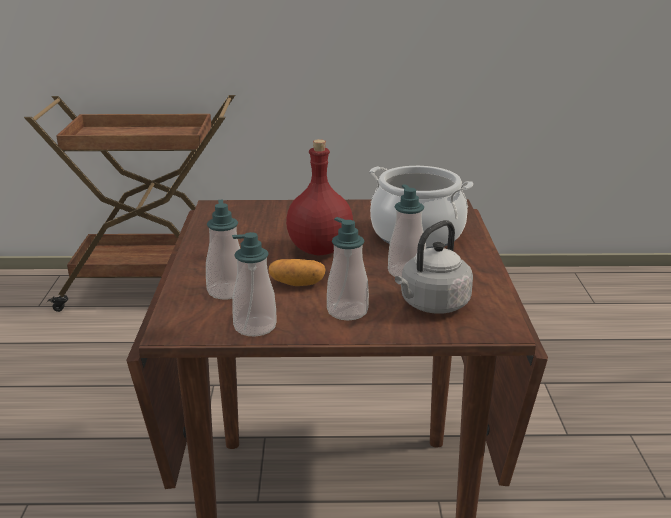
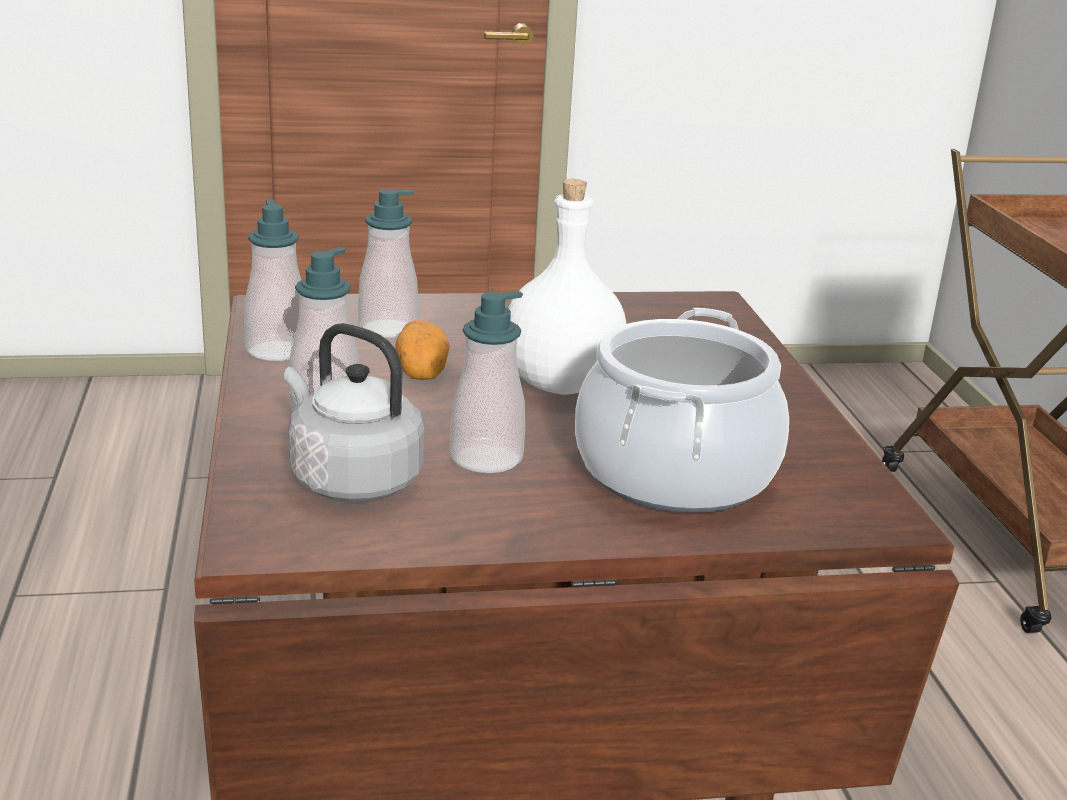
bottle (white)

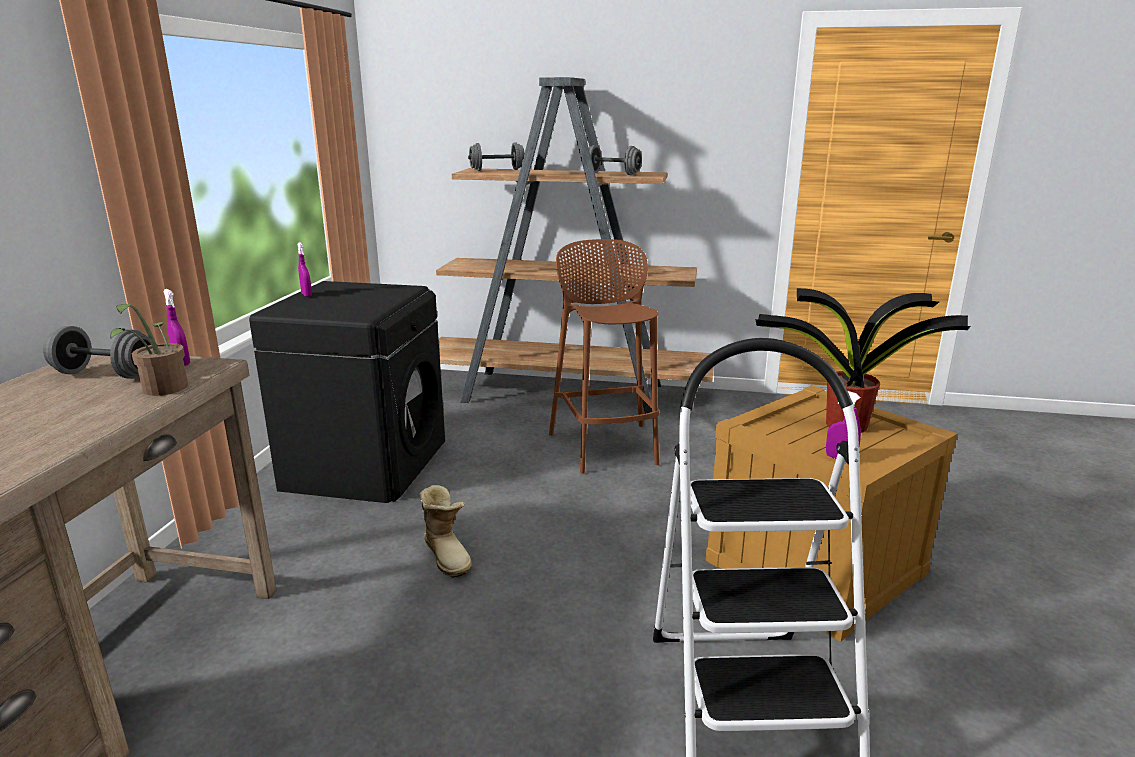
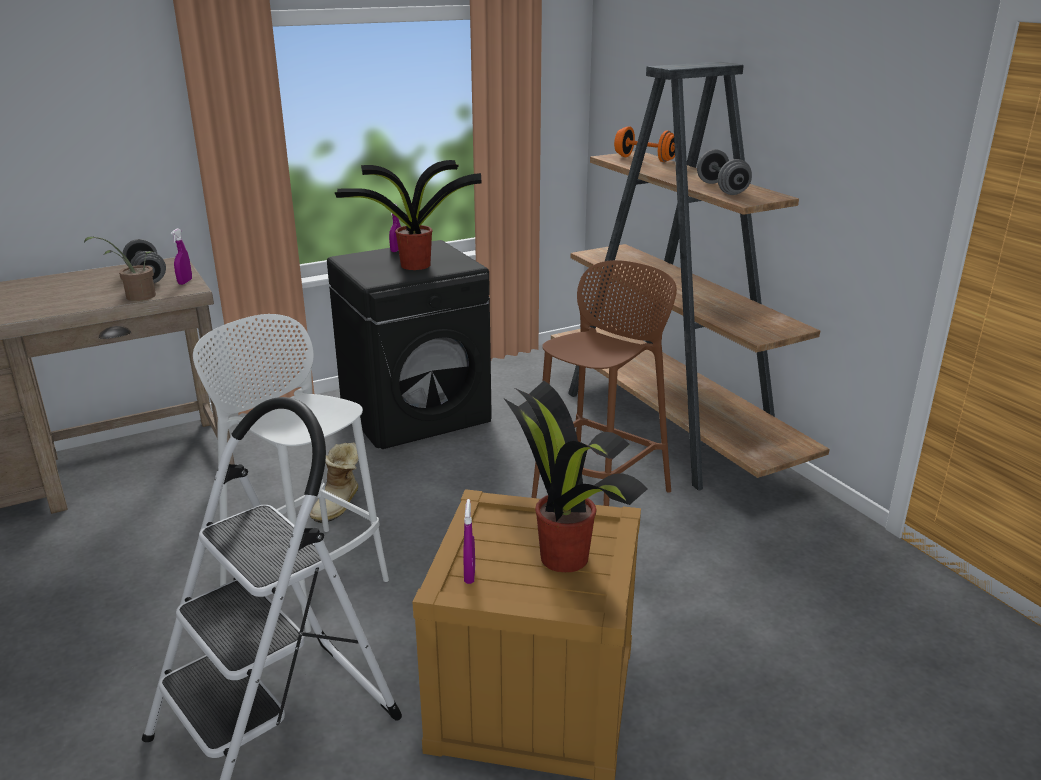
stool (white); potted plant (2nd from left); dumbbell (orange)

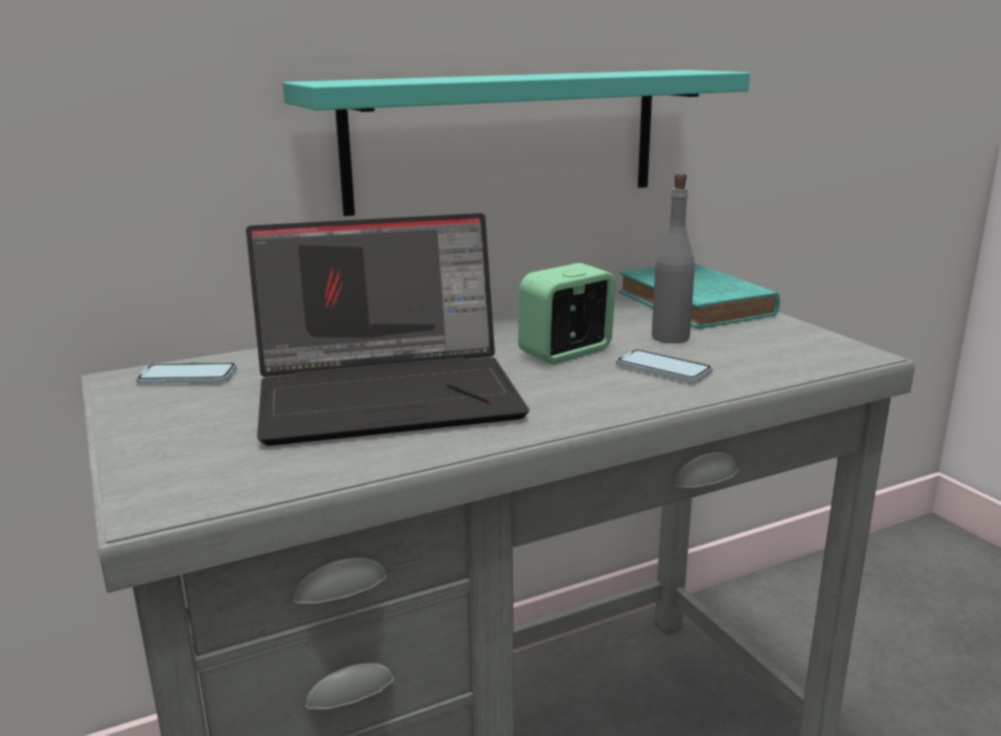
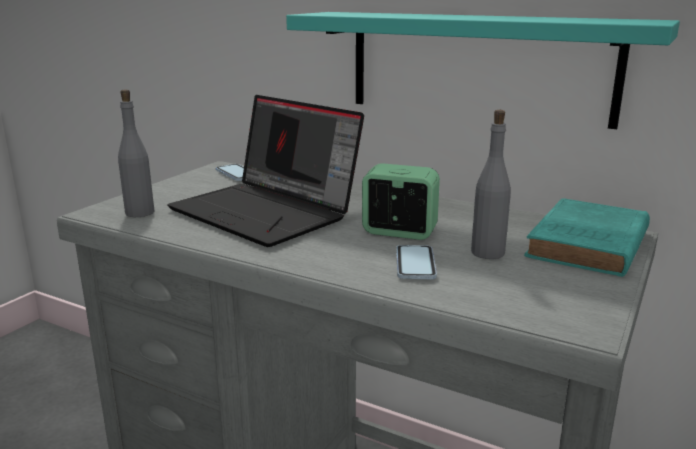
bottle (grey) (1st from left)

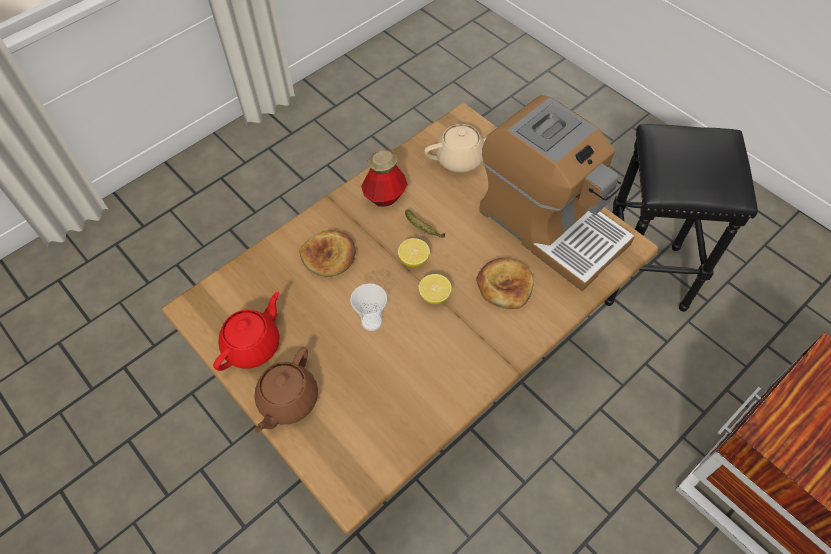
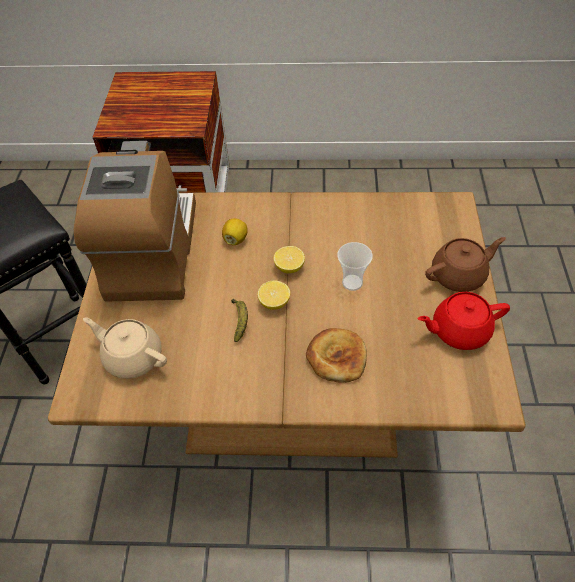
bottle; lemon (1st from left)

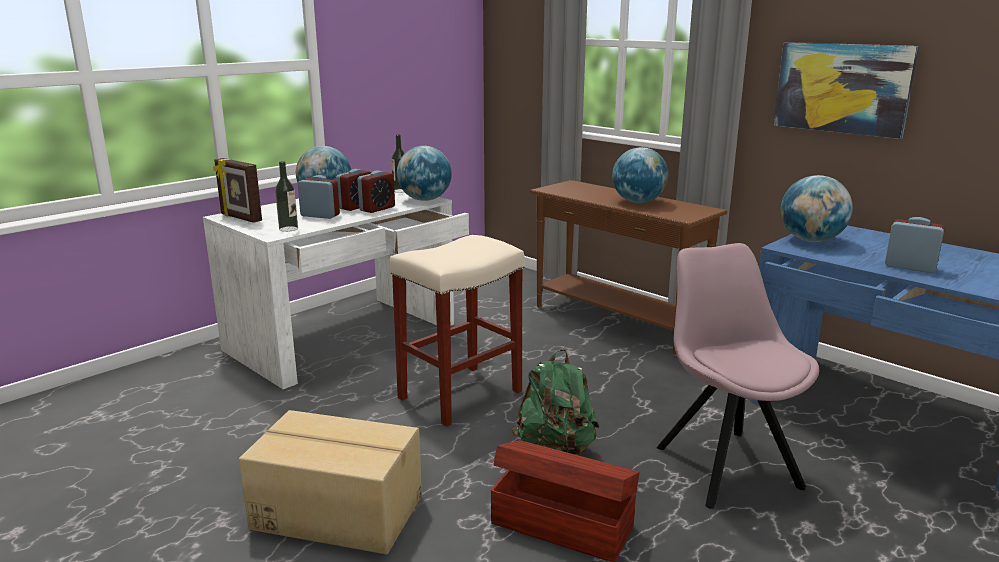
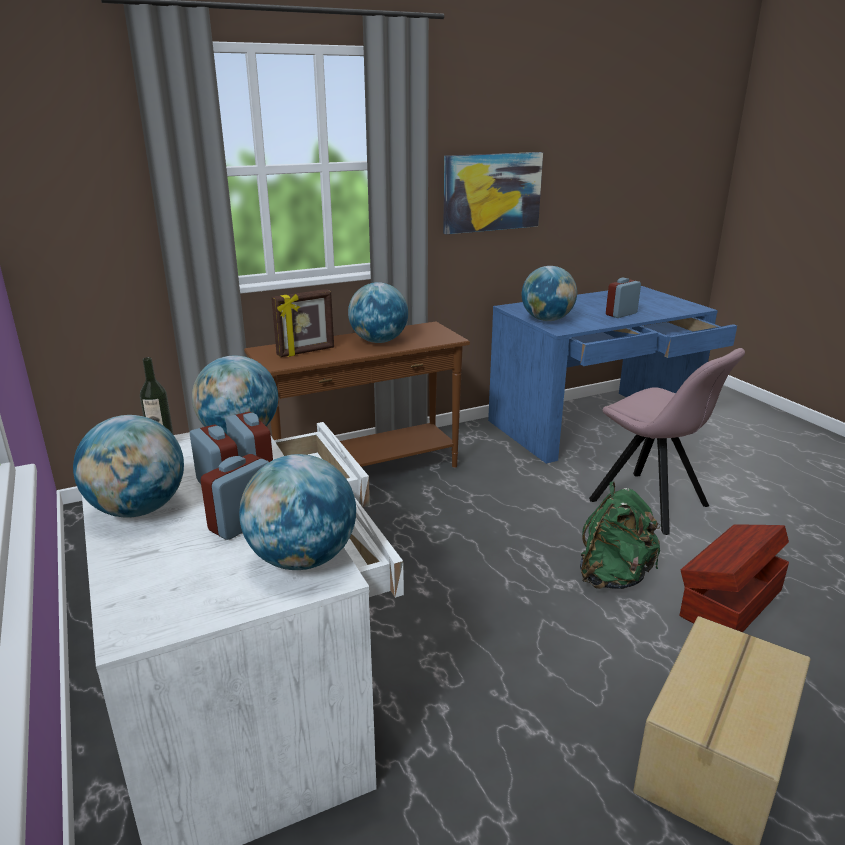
stool (beige); picture frame; globe (3rd from left); chair (pink)

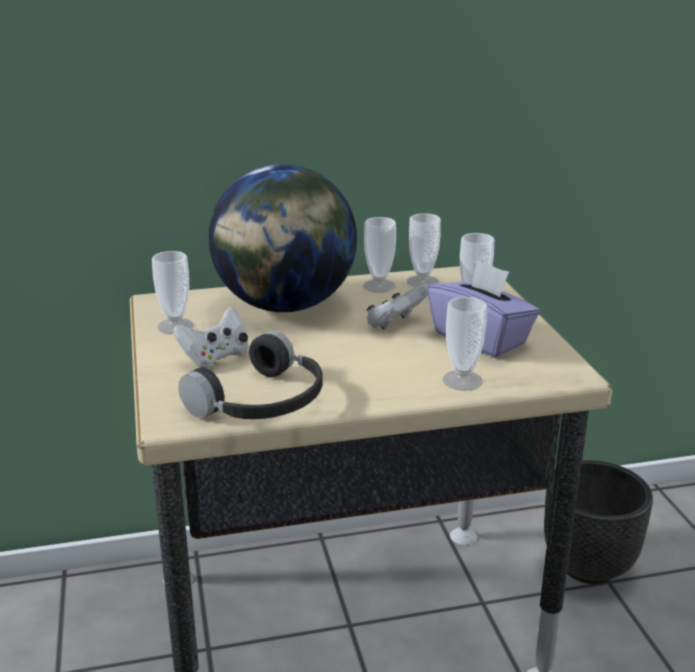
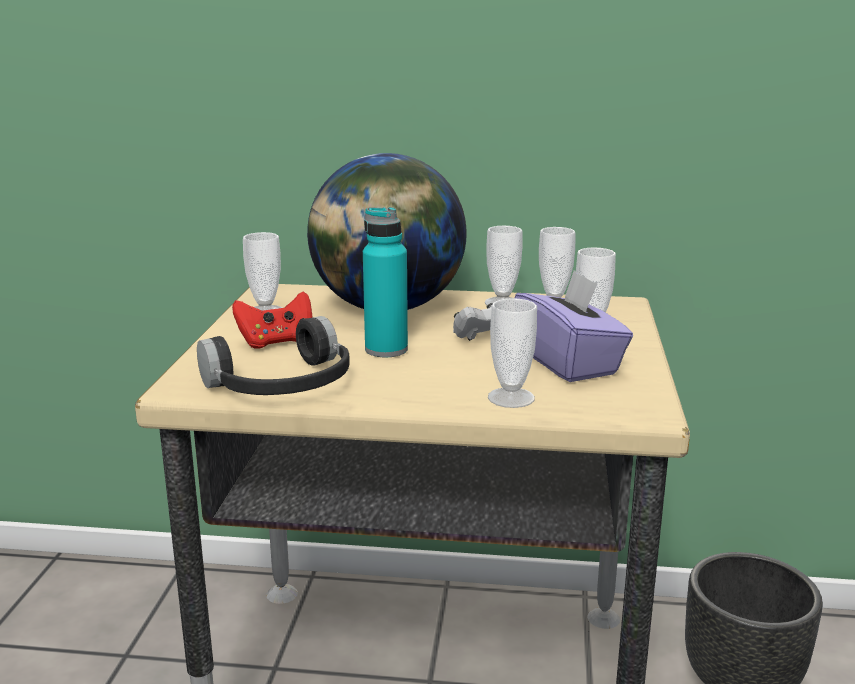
bottle (turquoise); game controller (red)

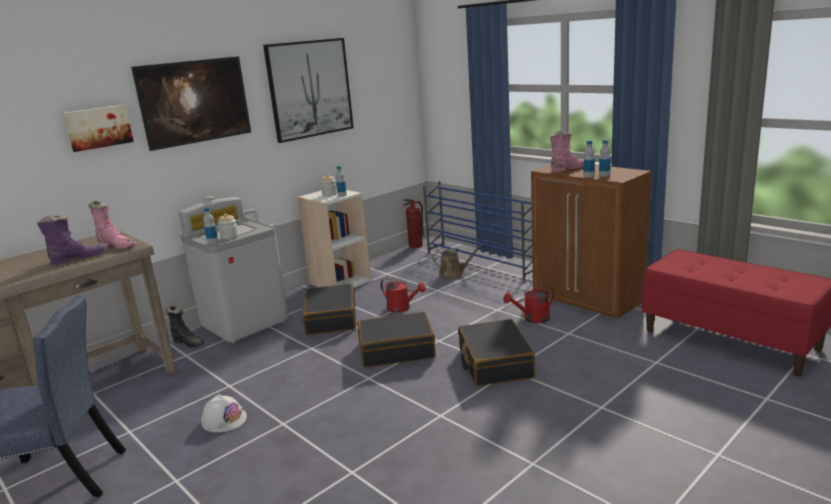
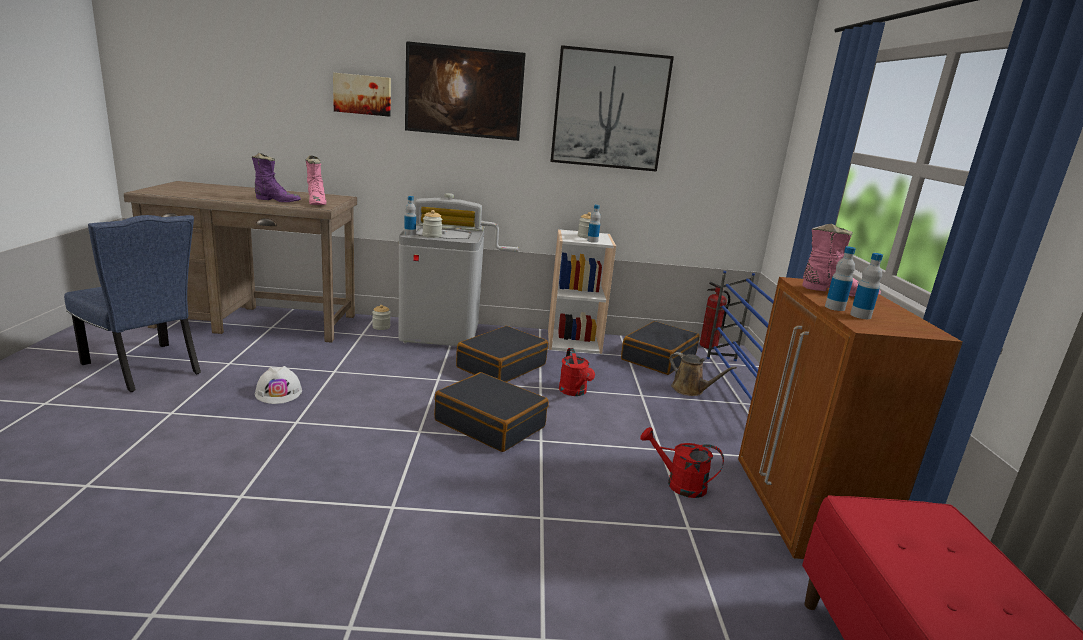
suitcase (black) (3rd from left); jar (1st from left)

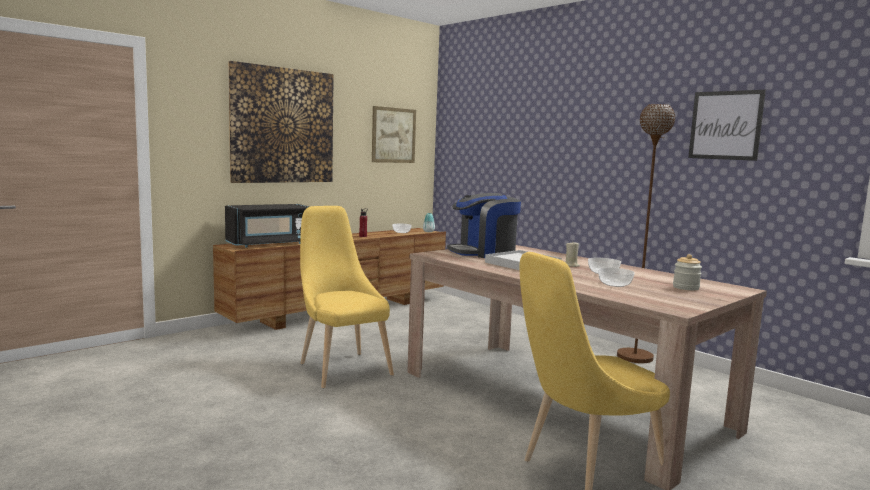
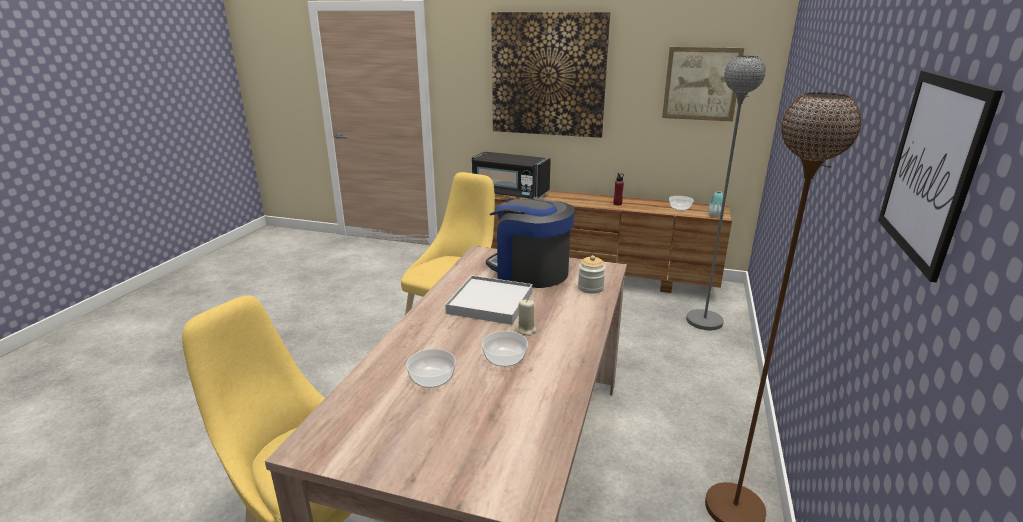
floor lamp (grey); jar

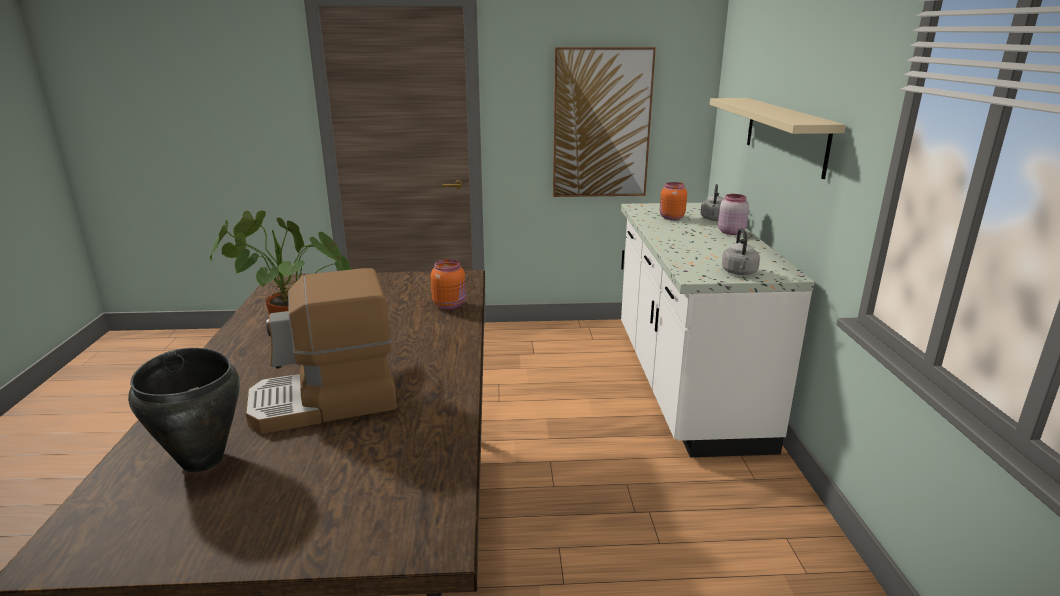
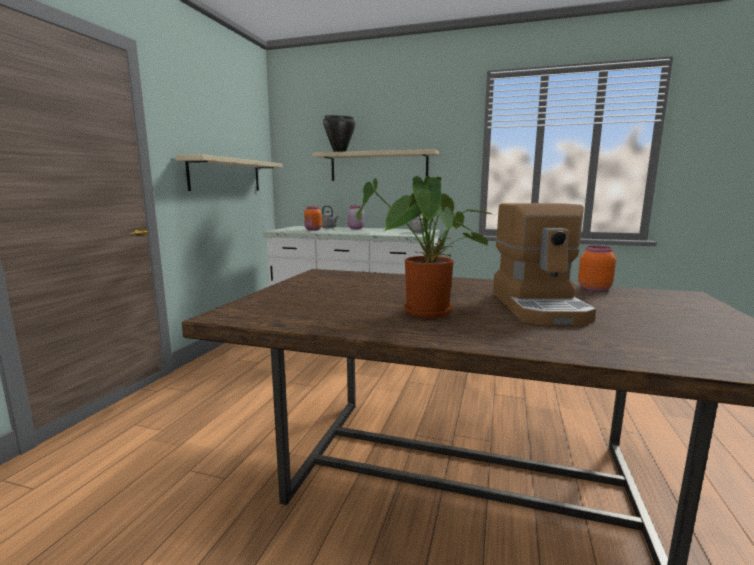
cooking pot (black); jar (orange) (2nd from left); shelf (beige) (1st from left)

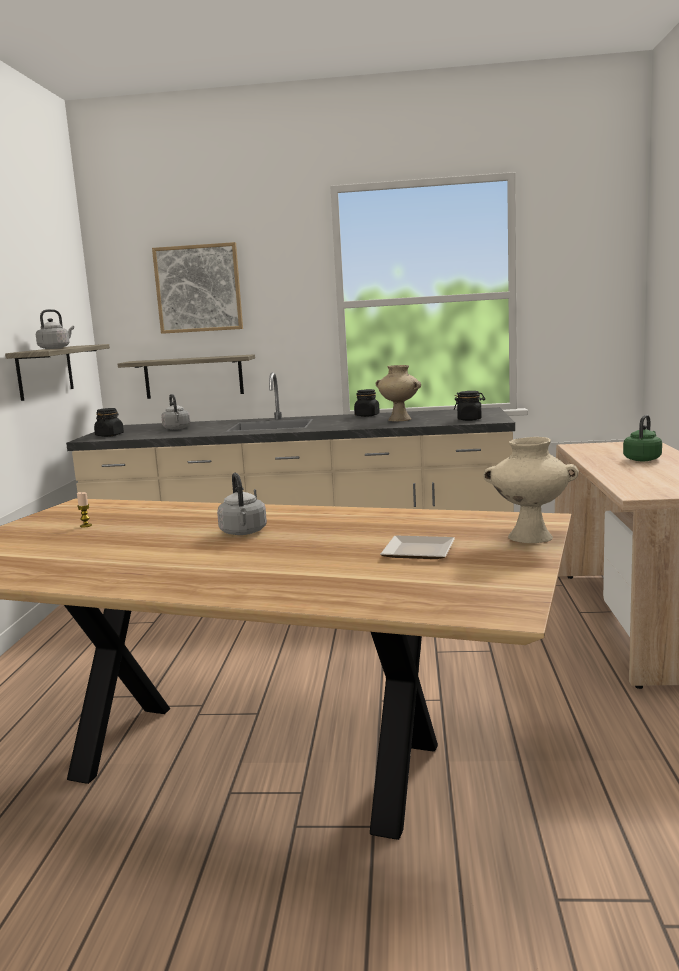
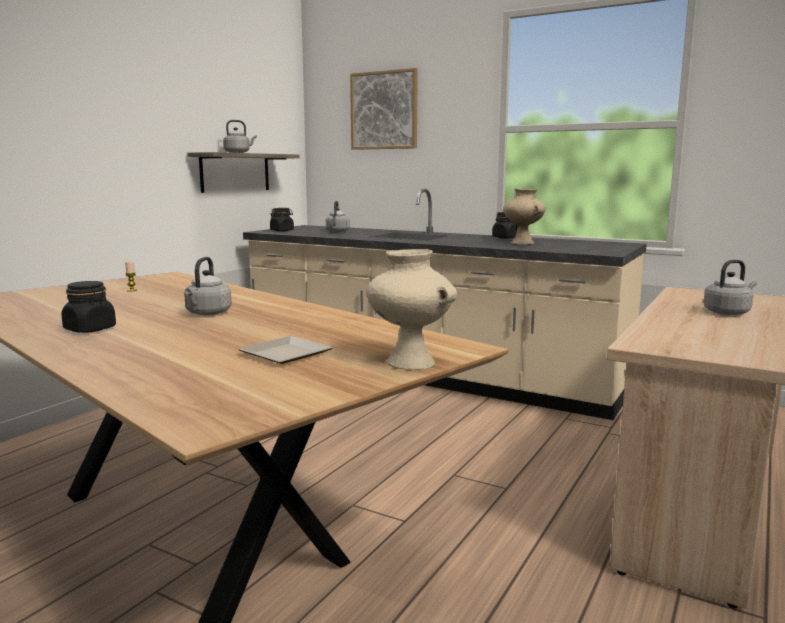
shelf (2nd from left in the first image); jar (black) (1st from left); kettle (grey) (4th from left)

